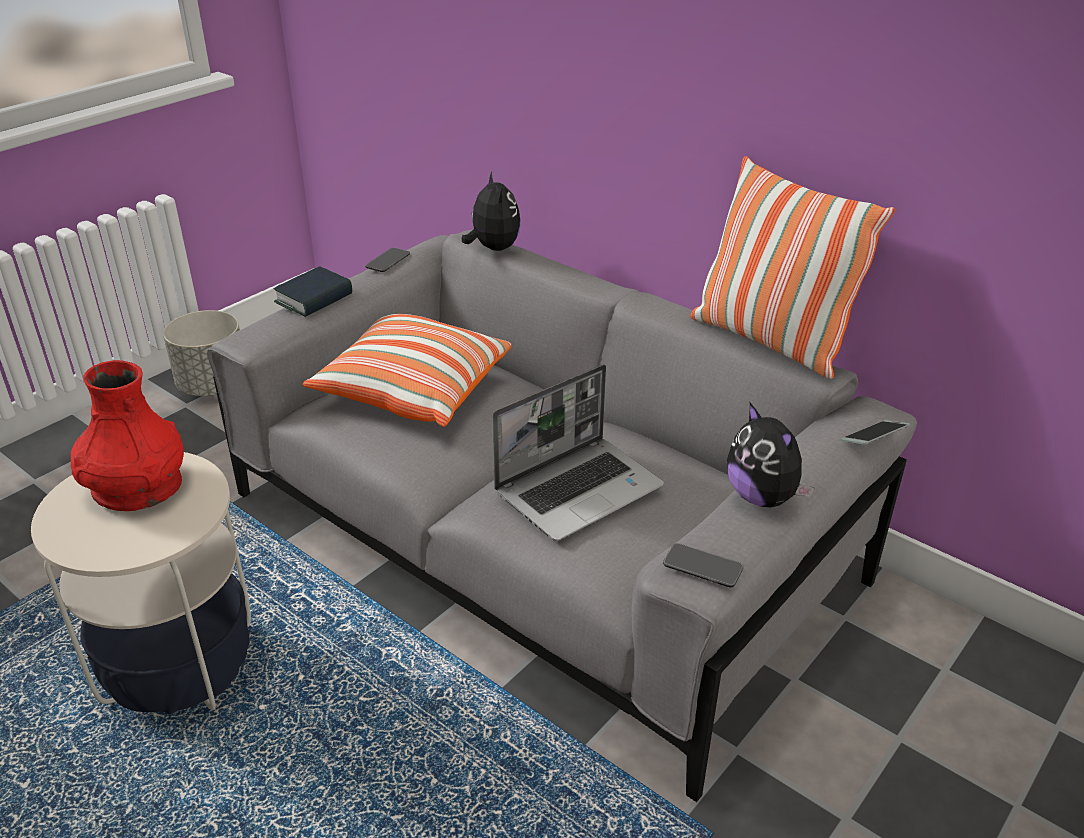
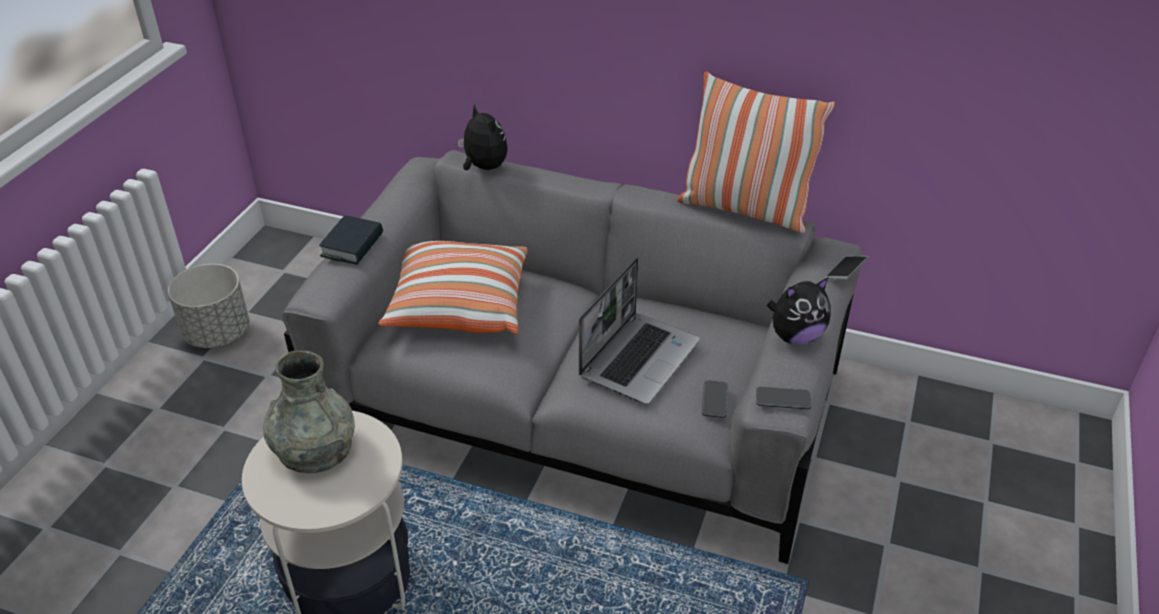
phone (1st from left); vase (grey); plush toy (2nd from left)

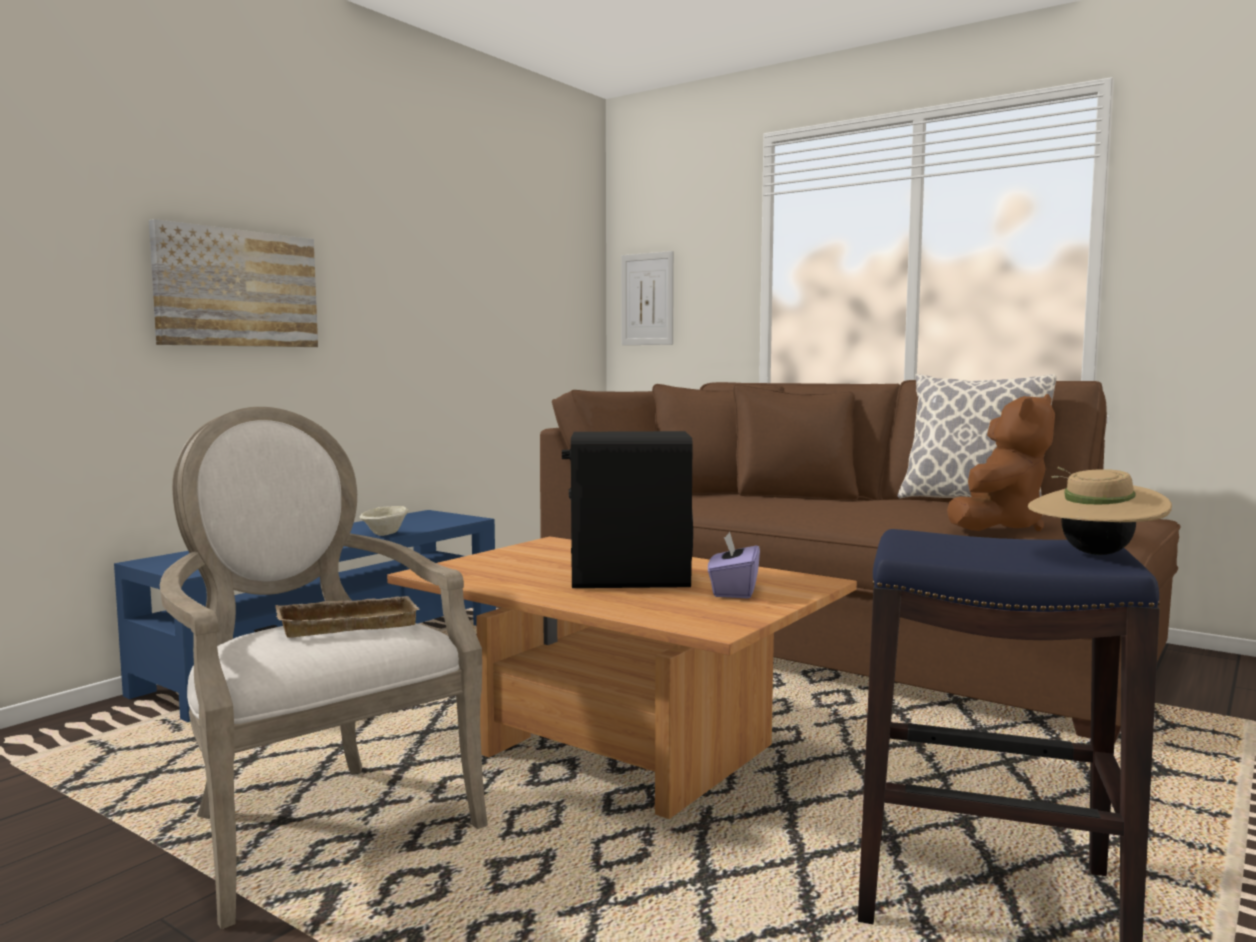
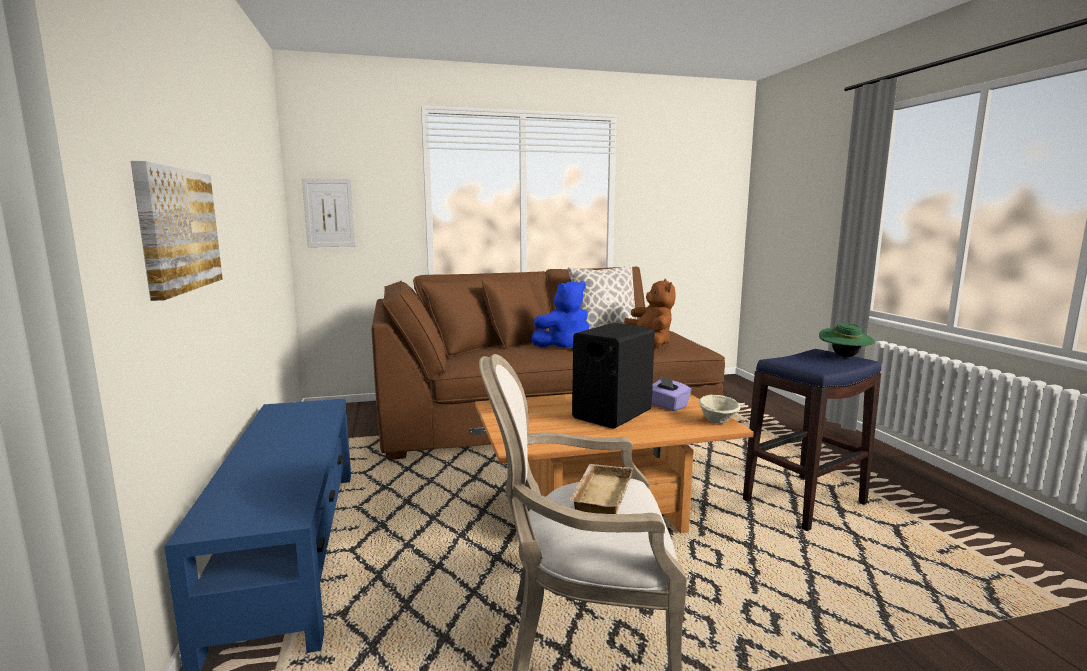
plush toy (blue); bowl (beige); hat (green)

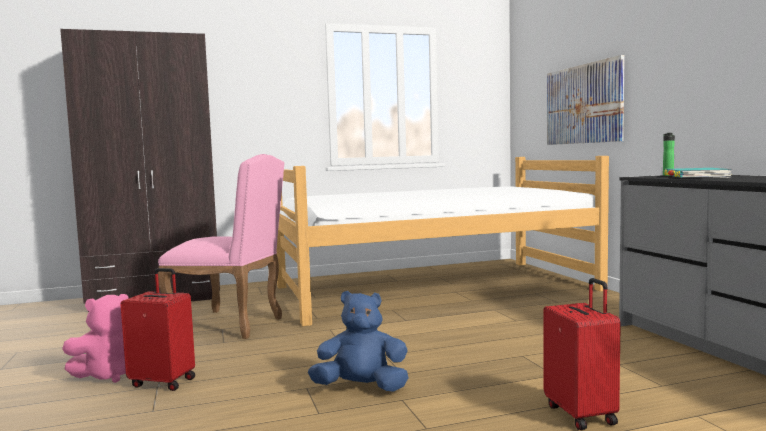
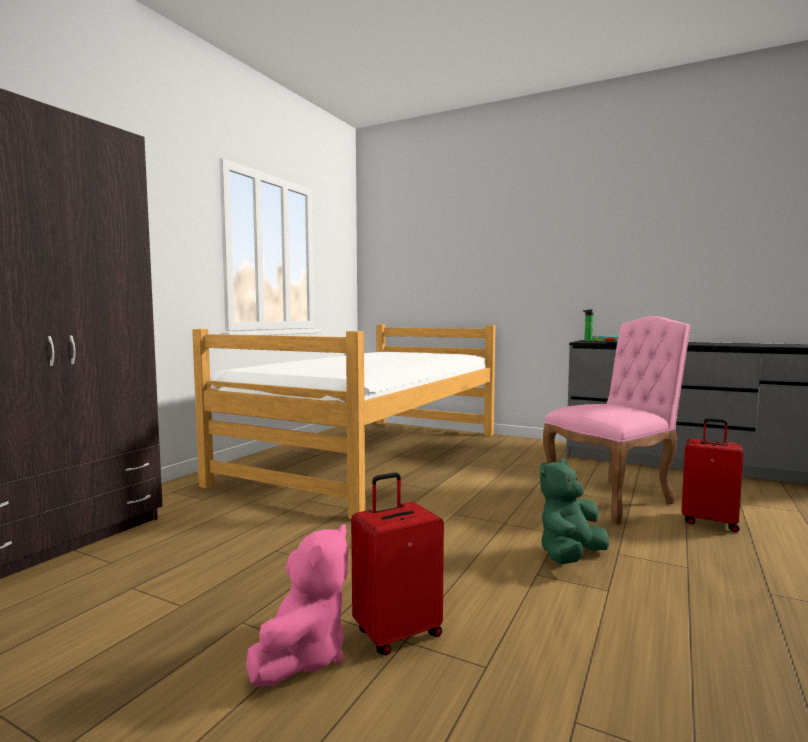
picture; chair (pink); plush toy (green)

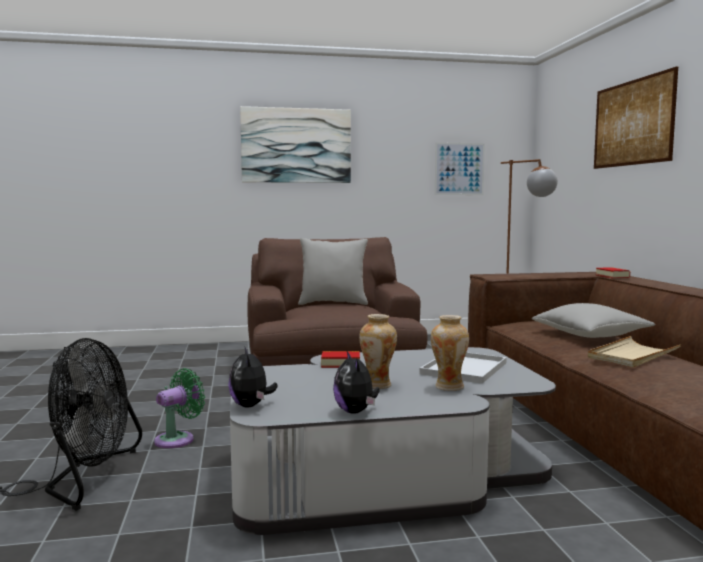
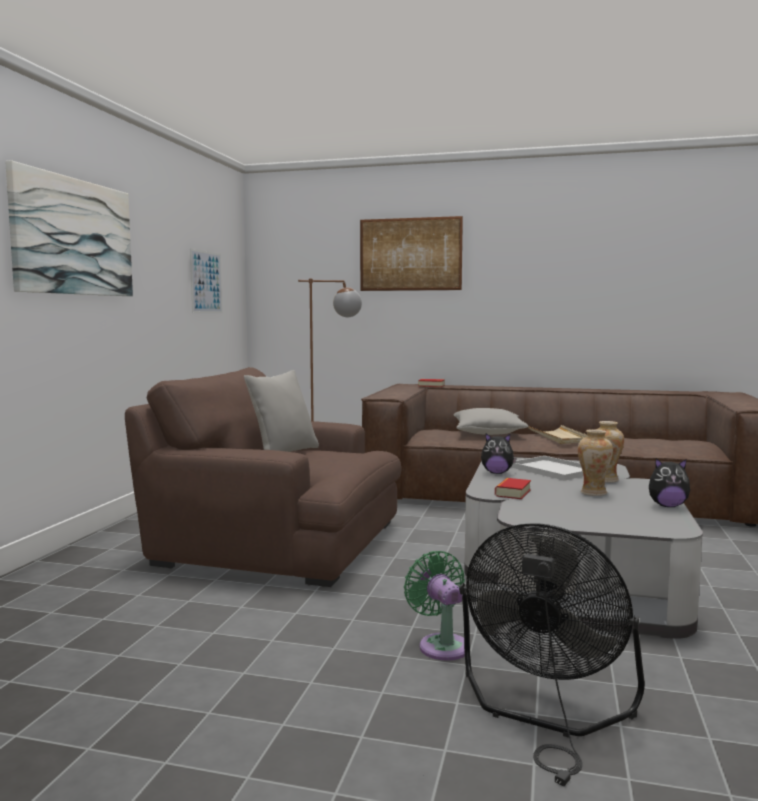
plush toy (1st from left)

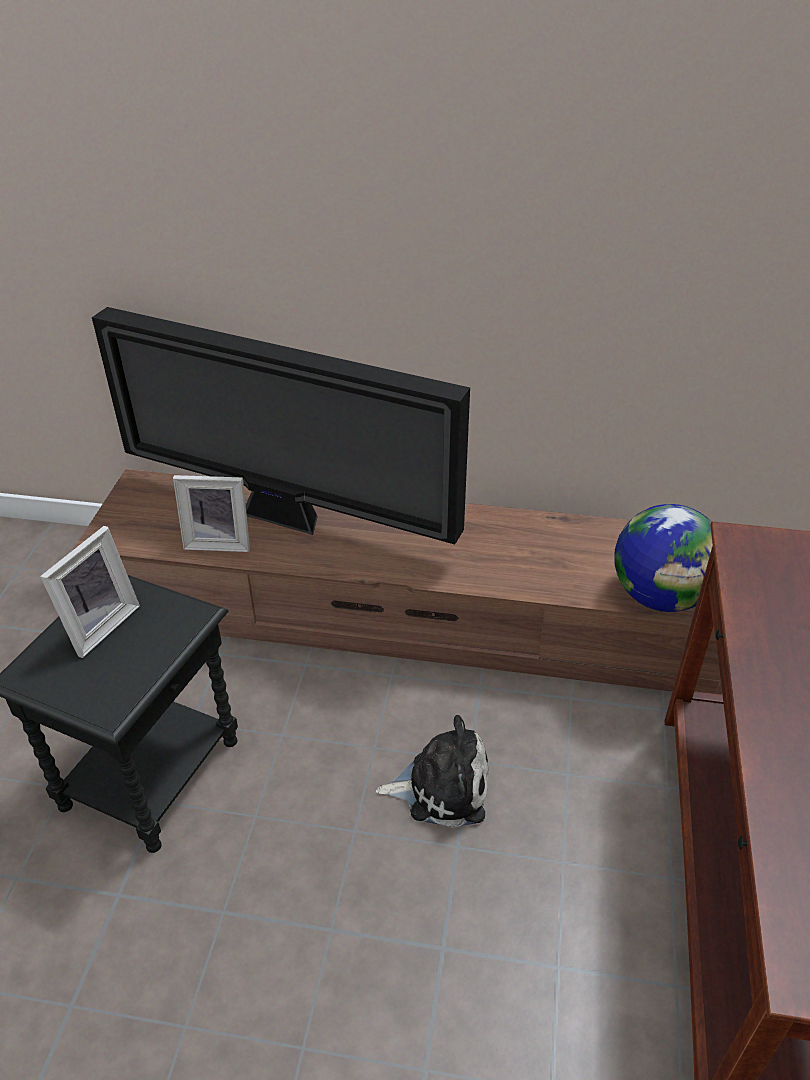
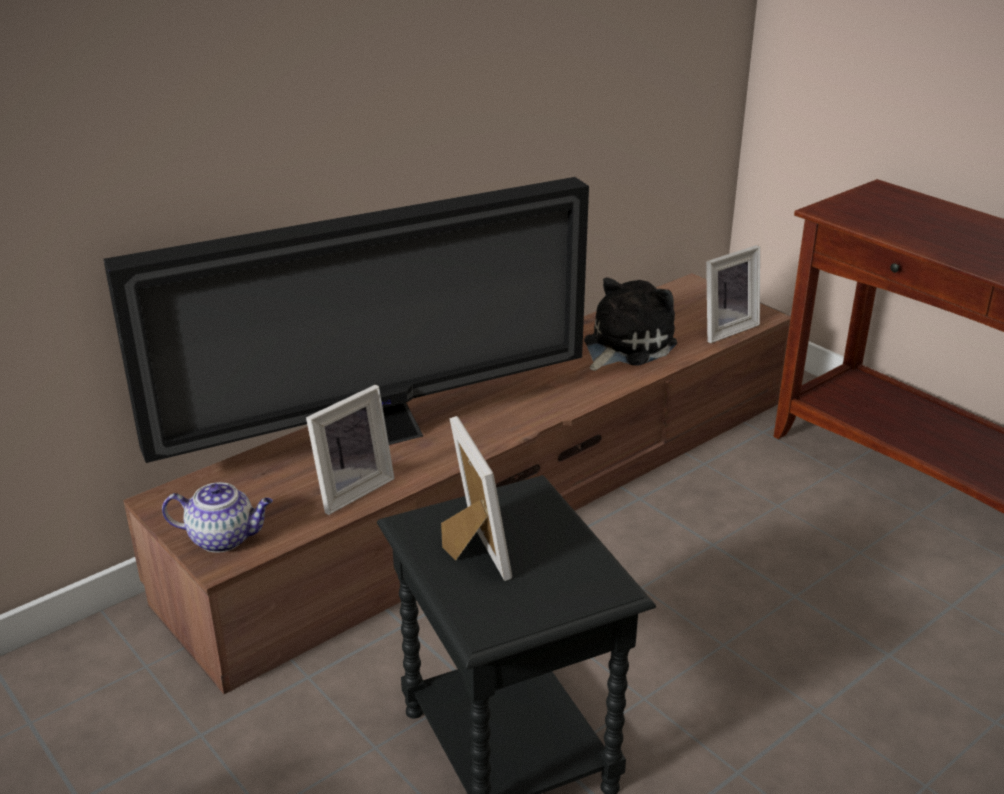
teapot; plush toy; picture frame (3rd from left)

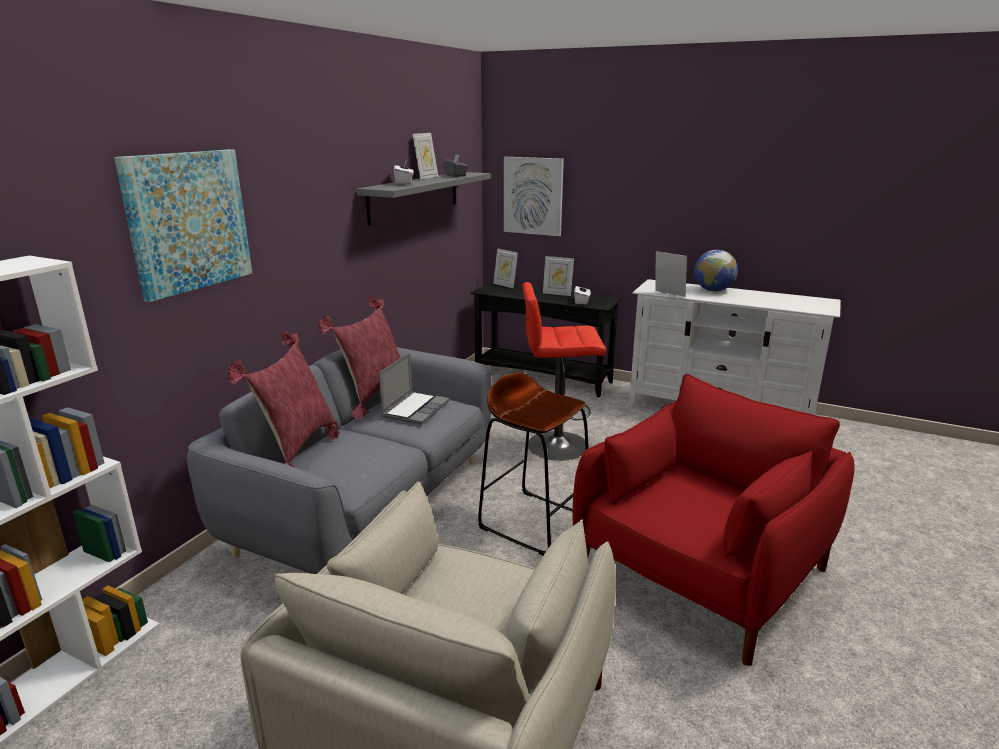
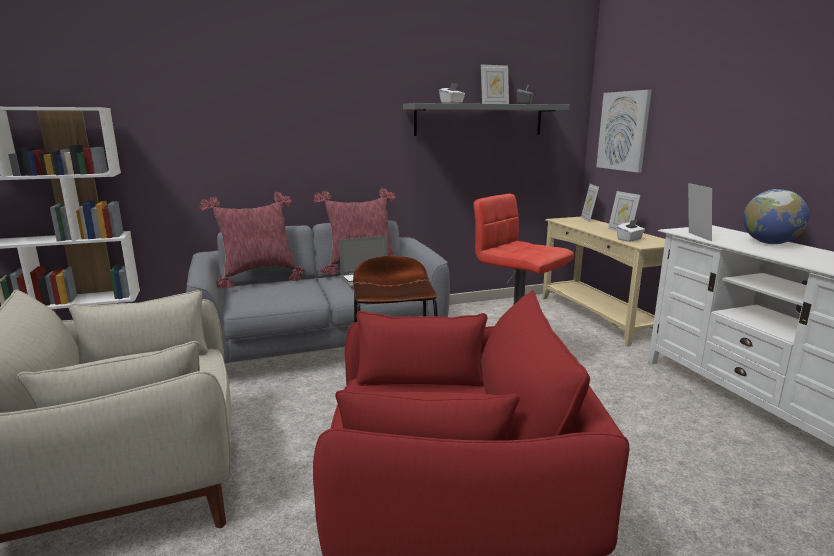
picture (1st from left in the first image); console table (beige)

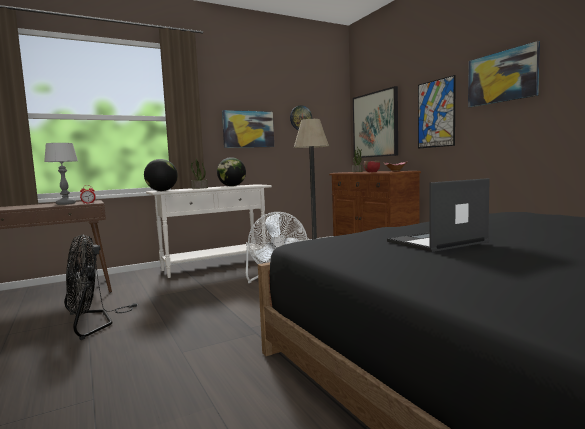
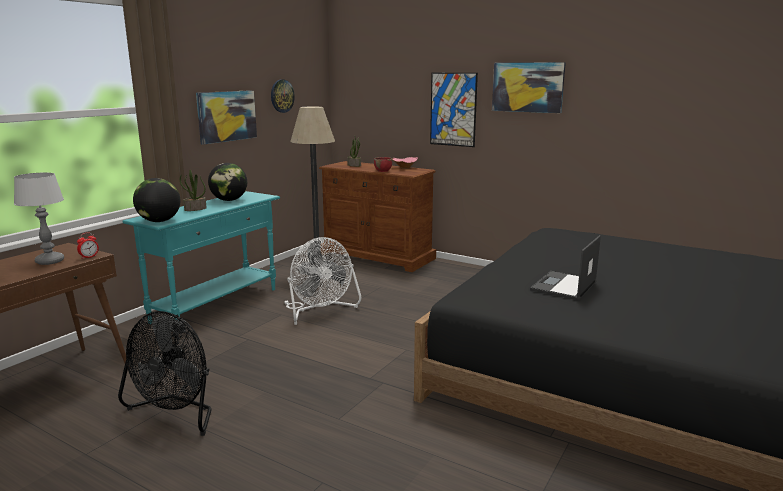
picture (2nd from left in the first image); console table (turquoise)

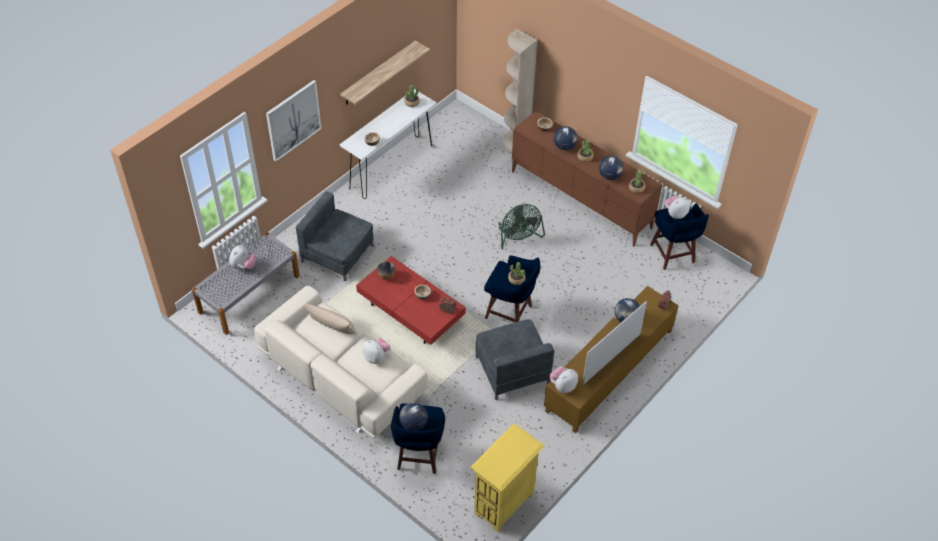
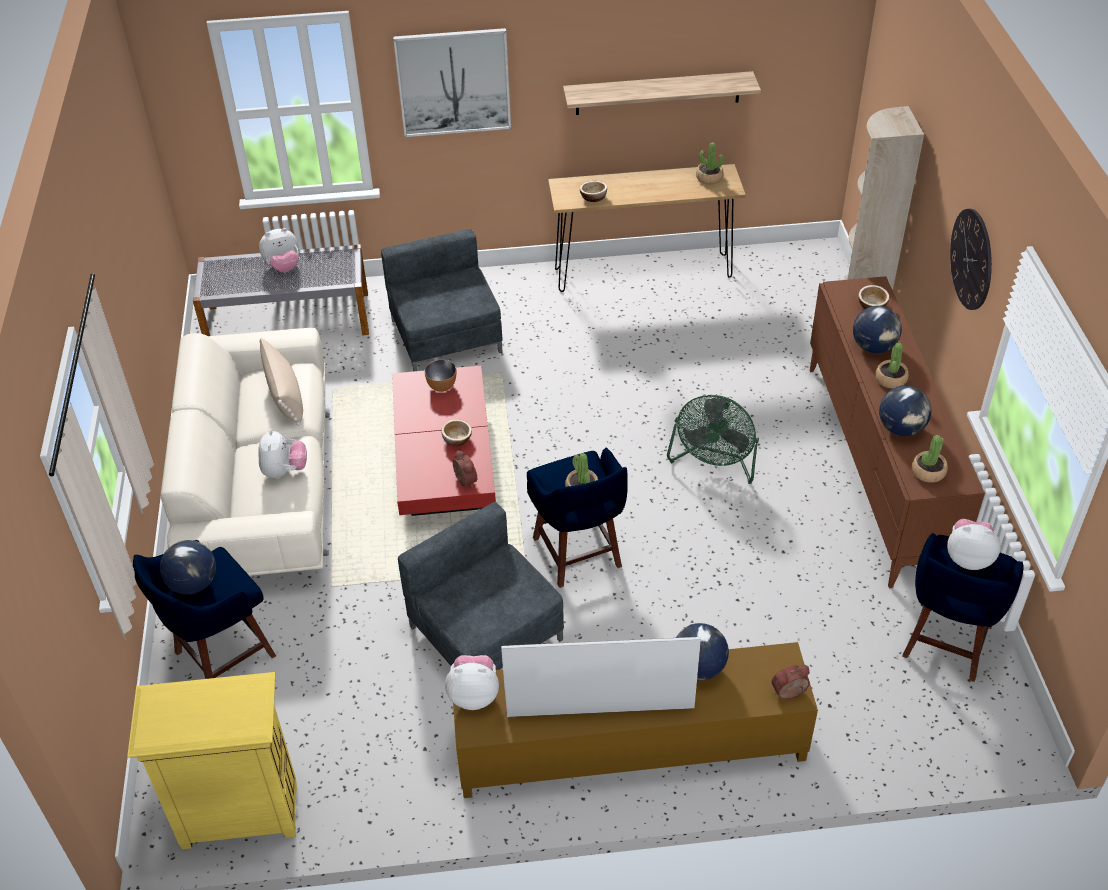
wall clock; console table (brown); armchair (grey) (2nd from left)

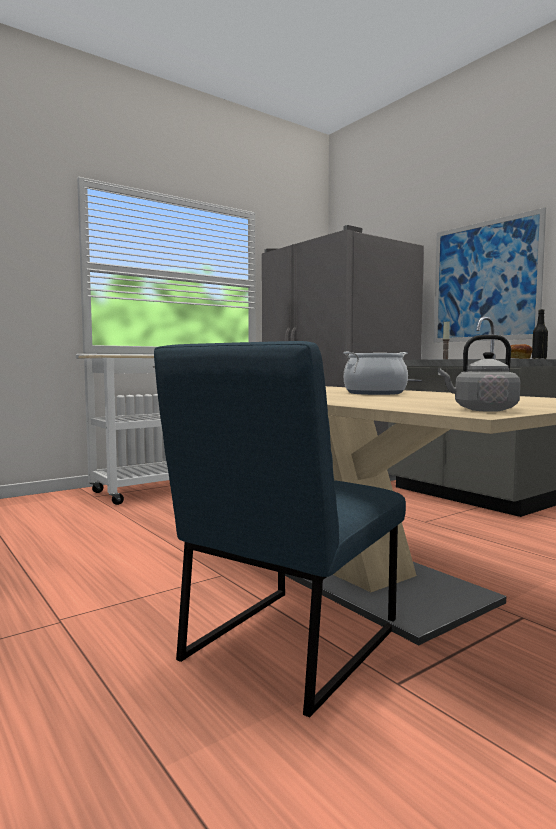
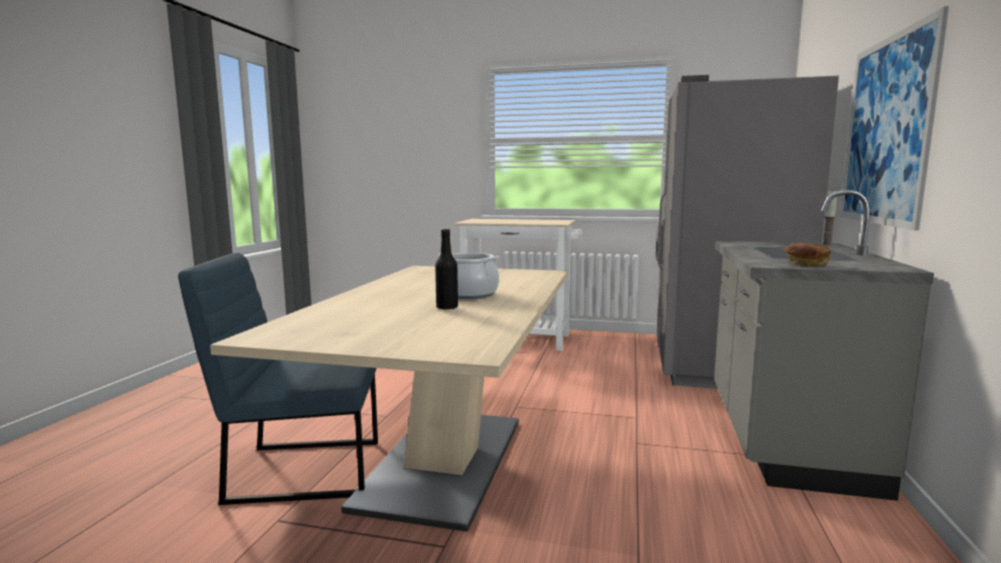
kettle (grey); bottle (black)

